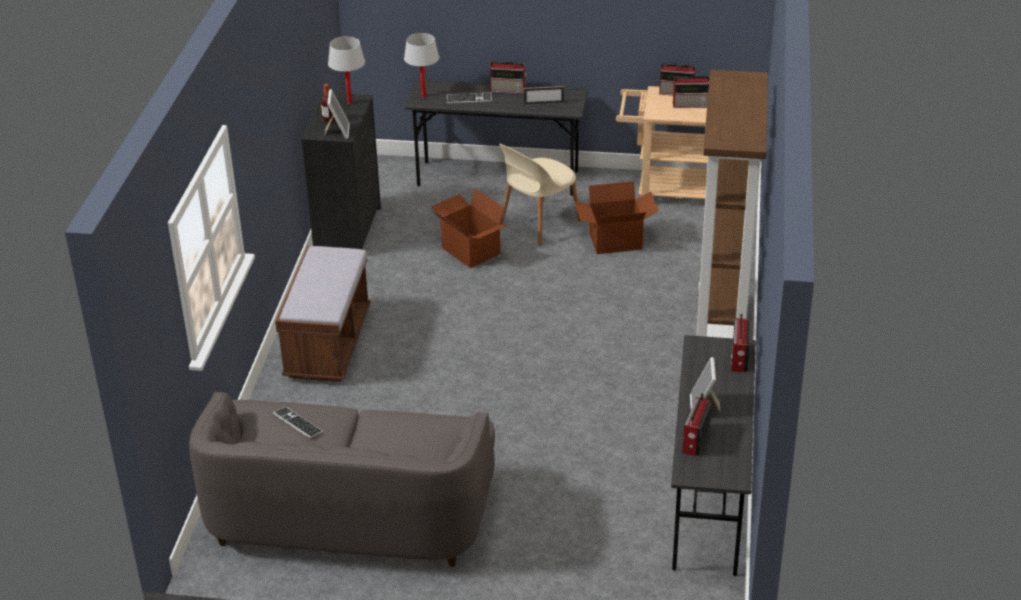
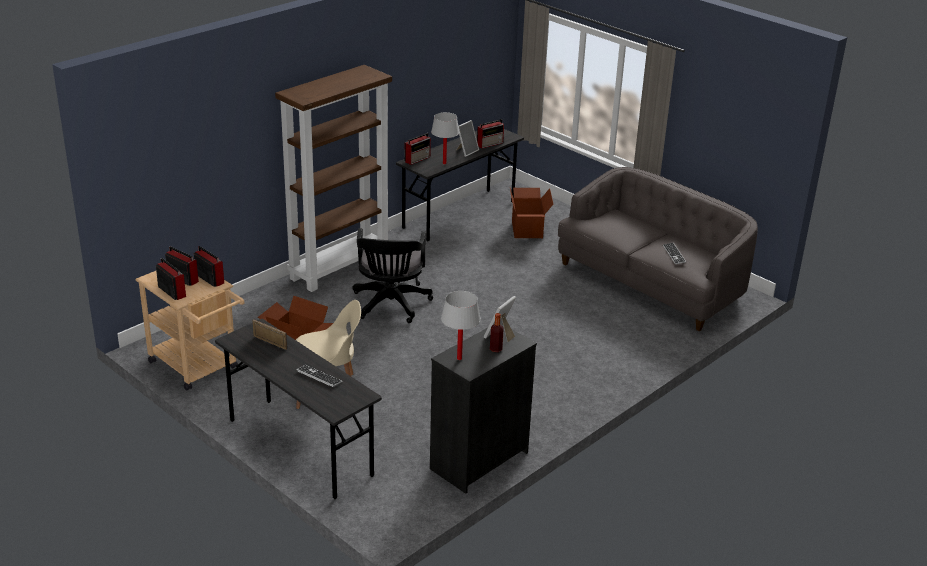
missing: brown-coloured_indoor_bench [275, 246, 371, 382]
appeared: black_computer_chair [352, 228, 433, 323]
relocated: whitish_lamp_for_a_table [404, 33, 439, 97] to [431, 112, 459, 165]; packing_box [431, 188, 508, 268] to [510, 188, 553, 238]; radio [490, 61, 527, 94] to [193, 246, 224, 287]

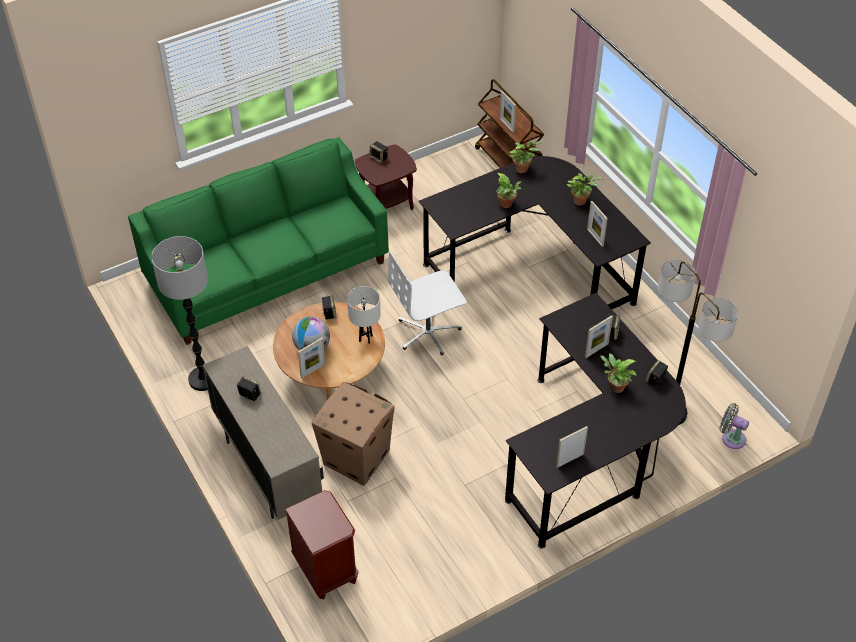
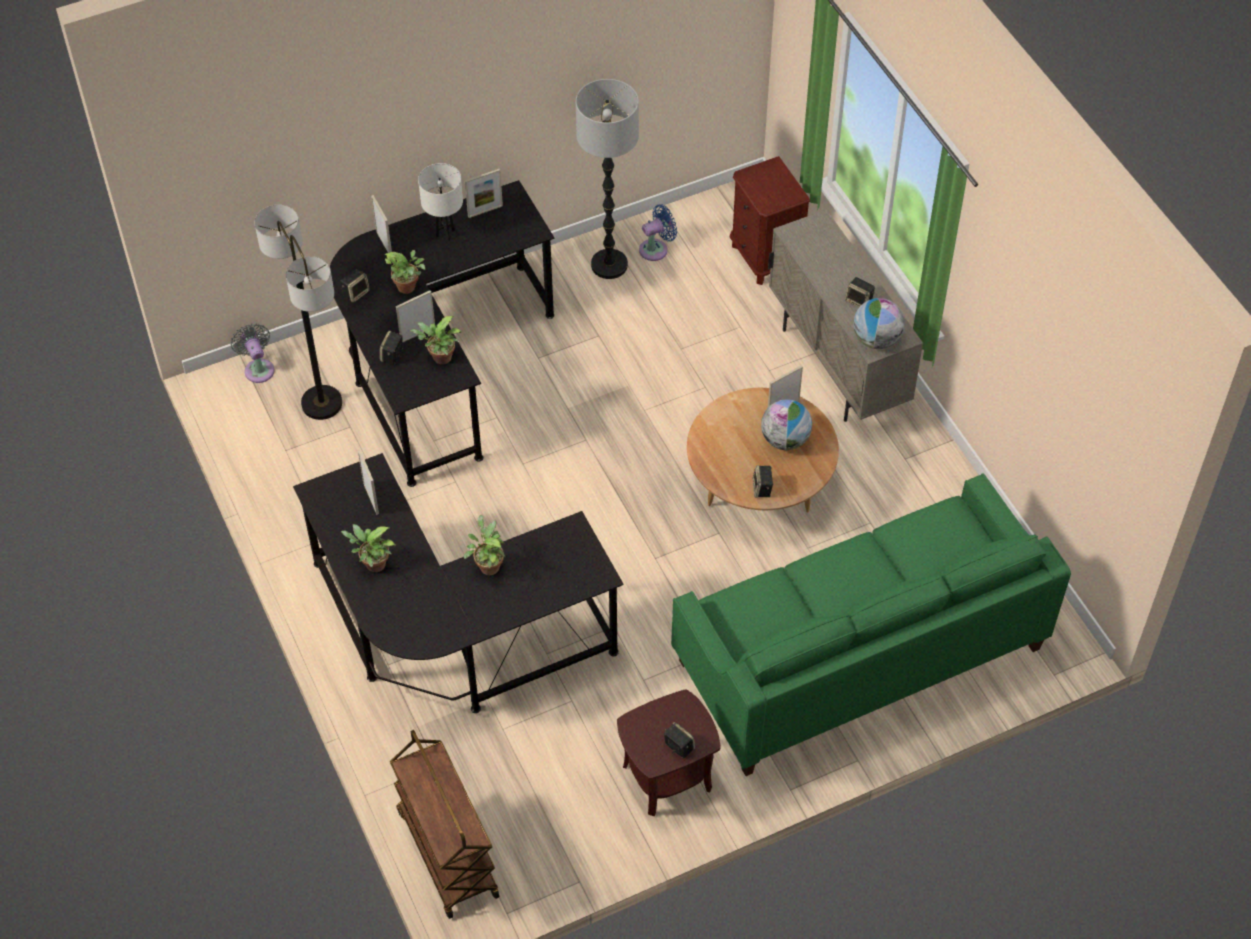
missing: packing_box [312, 382, 395, 486]; whitish_computer_chair [388, 251, 466, 355]
appeared: blue-coloured_electric_fan [639, 204, 677, 261]; desk_globe [853, 298, 905, 349]
relocated: standard_lamp [151, 236, 208, 391] to [576, 79, 639, 279]; whitish_lamp_for_a_table [347, 286, 381, 344] to [418, 163, 463, 241]; photo_frame [499, 91, 516, 132] to [371, 195, 392, 253]; potted_plant [509, 141, 542, 173] to [410, 316, 461, 364]
spun: grey_electric_fan [719, 403, 749, 449] = [231, 323, 275, 383] 150 degrees counterclockwise

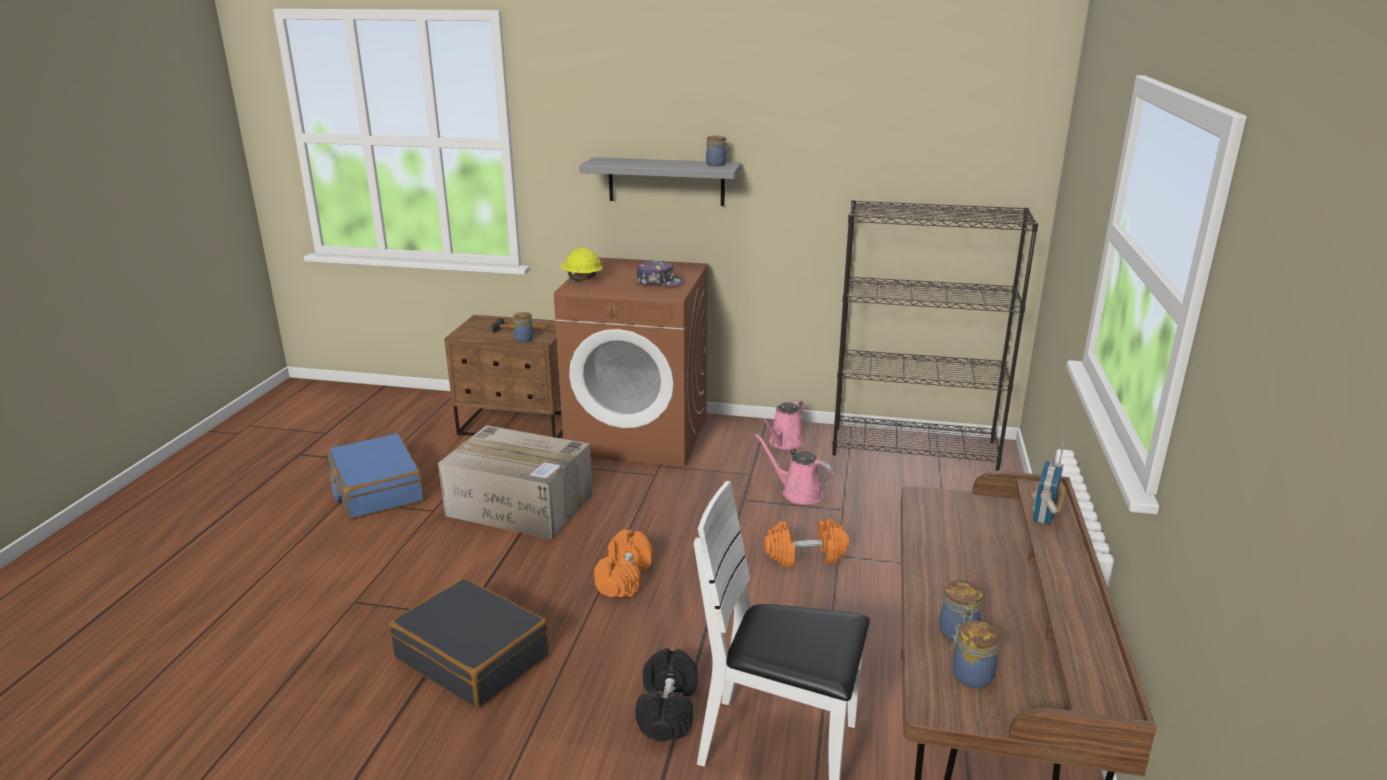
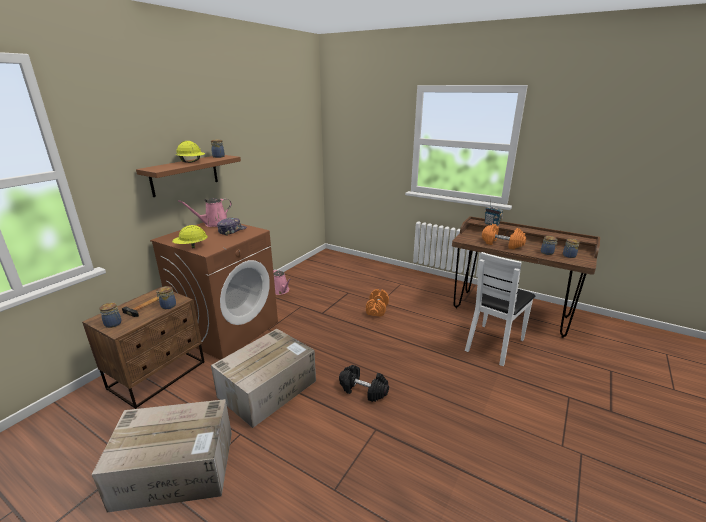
missing: black_suitcase [389, 578, 549, 708]; black_bookcase [832, 200, 1038, 471]
appeared: preserve_jar [99, 302, 121, 328]; yellow-coloured_safety_helmet [176, 141, 205, 163]
relocated: orange-coloured_dumbbell [594, 530, 653, 597] to [482, 224, 526, 249]; black_dumbbell [635, 648, 698, 742] to [339, 365, 389, 402]; pink-coloured_watering_can [755, 434, 833, 504] to [178, 198, 232, 227]
exchanged: blue-coloured_suitcase [327, 433, 425, 519] to packing_box [92, 399, 232, 513]
colour: grey_wall_shelf [579, 157, 741, 206] to brown-coloured_wall_shelf [136, 155, 241, 197]

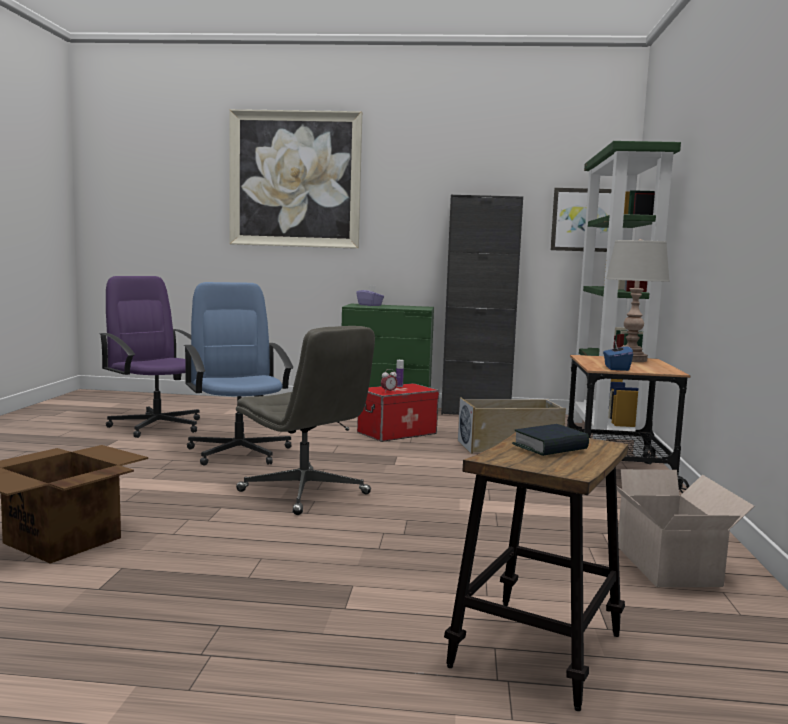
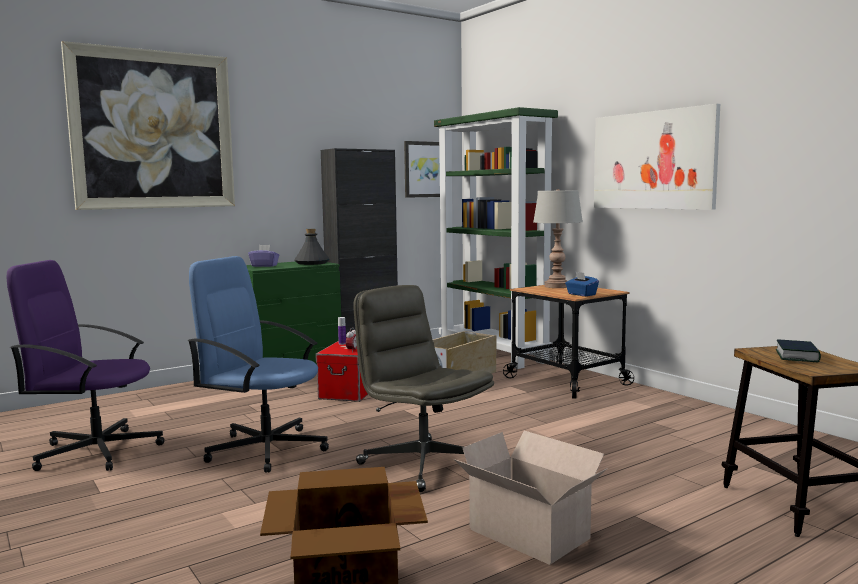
appeared: grey_beverage_bottle [294, 229, 329, 265]; wall_picture [594, 104, 720, 210]
relocated: packing_box [605, 469, 755, 587] to [454, 431, 608, 565]
spun: grey_computer_chair [236, 326, 375, 515] = [353, 285, 494, 492] 135 degrees counterclockwise

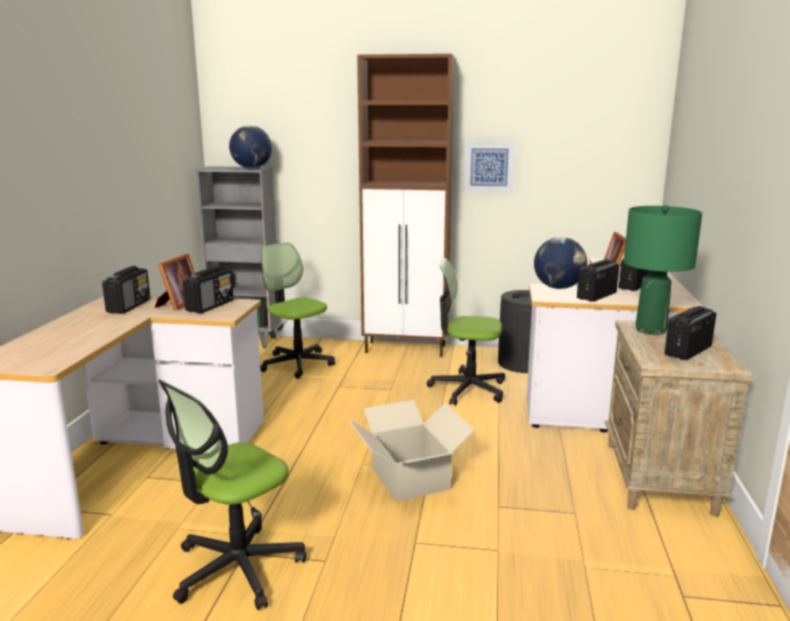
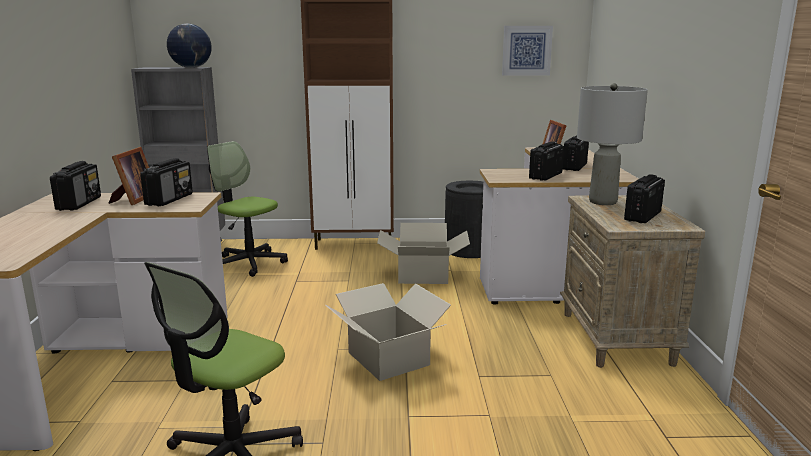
missing: desk_globe [534, 237, 587, 289]
relocated: wall_picture [463, 141, 516, 193] to [502, 26, 553, 75]
exchanged: computer_chair [427, 258, 505, 405] to packing_box [377, 223, 470, 284]
colour: green_lamp_for_a_table [624, 205, 702, 335] to grey_lamp_for_a_table [577, 83, 648, 205]

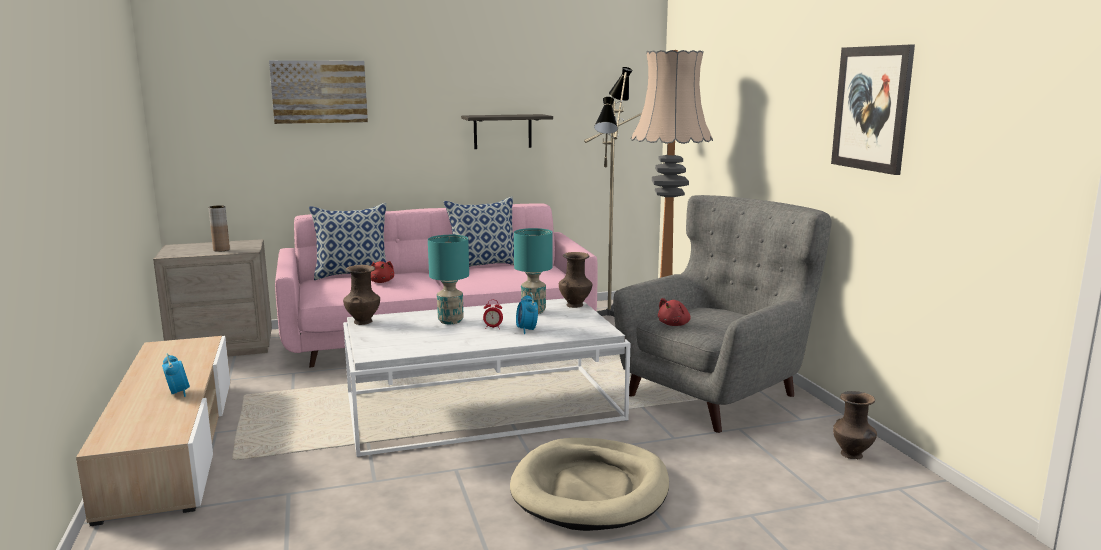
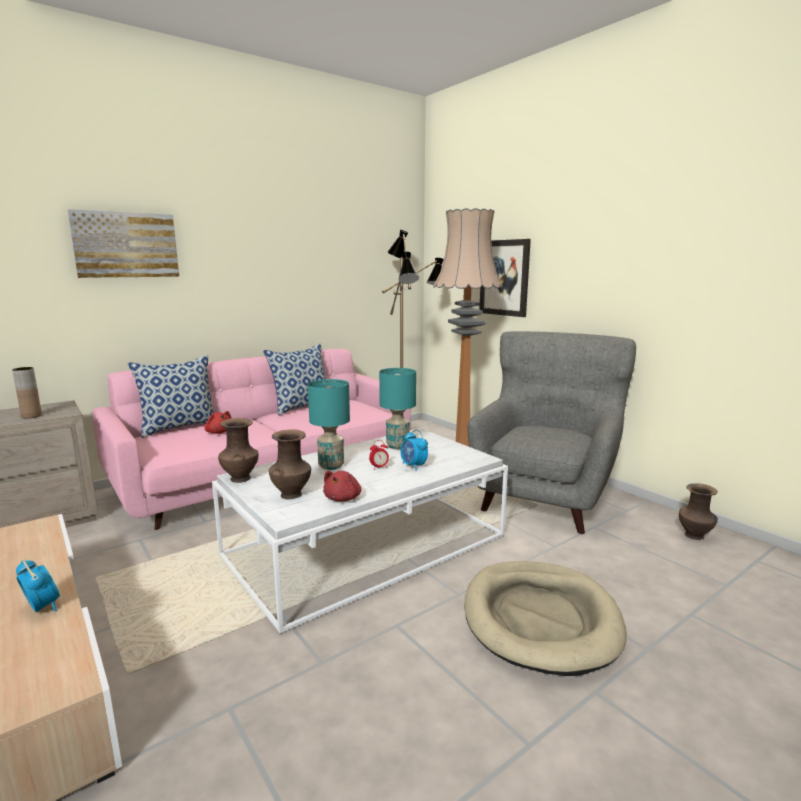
missing: wall_shelf [461, 114, 553, 149]
relocated: brown-coloured_vase [559, 252, 592, 308] to [269, 429, 311, 499]; reddish_soft_toy [658, 298, 691, 326] to [323, 471, 361, 502]; wall_picture [831, 45, 915, 175] to [479, 239, 531, 317]

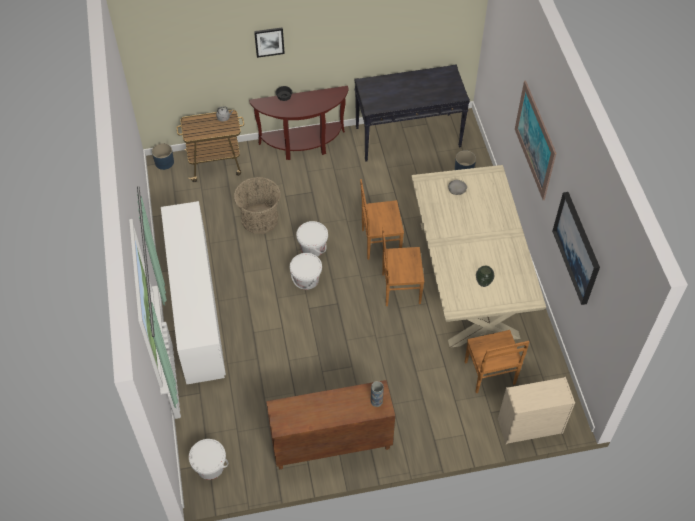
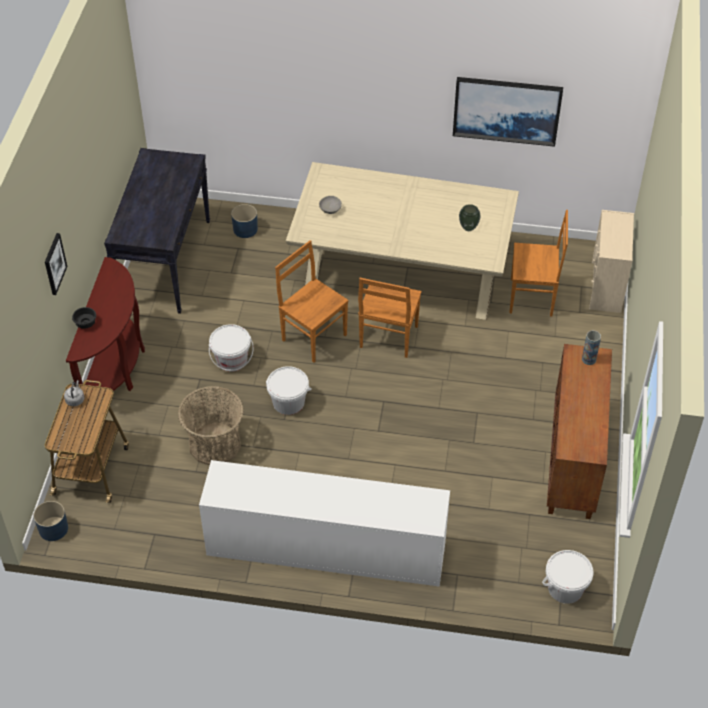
missing: wall_picture [515, 81, 557, 200]
relocated: whitish_pail [290, 253, 322, 290] to [209, 324, 254, 372]
spun: brown-coloured_chair [360, 179, 404, 260] = [275, 240, 349, 363] 120 degrees clockwise

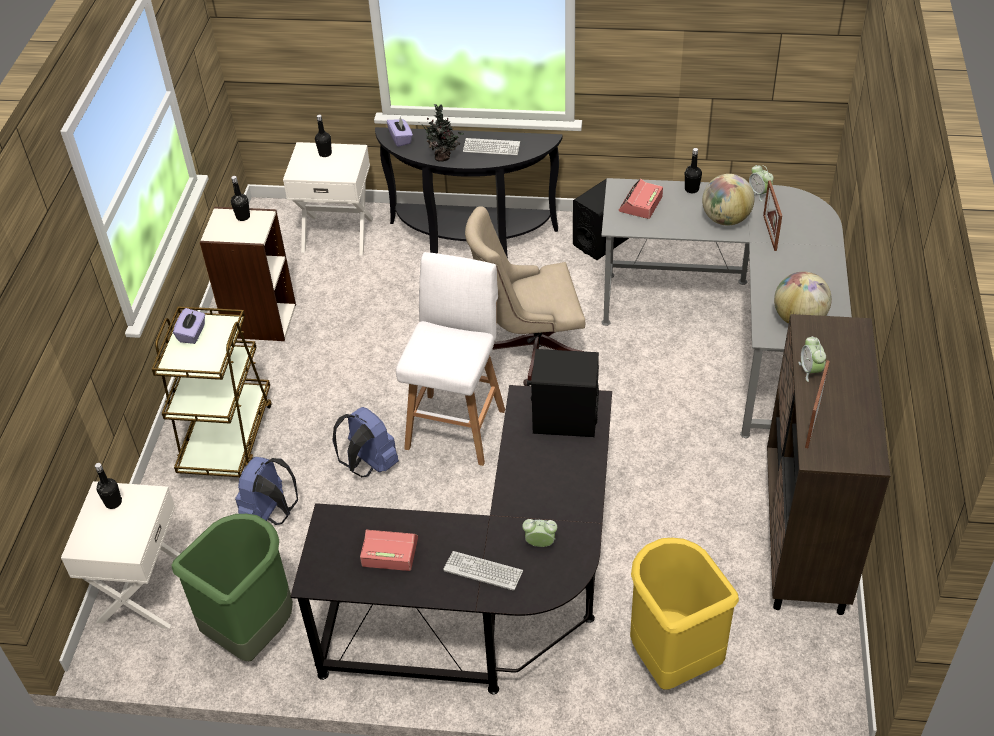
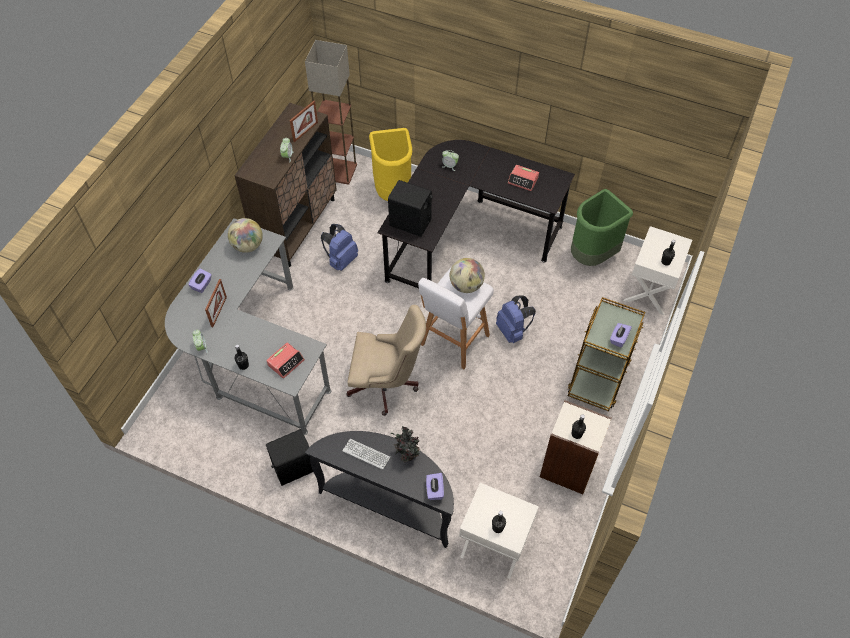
missing: PC_keyboard [443, 551, 523, 591]
appeared: purple-coloured_box_of_tissues [188, 268, 212, 293]; standard_lamp [305, 40, 357, 185]
relocated: blue-coloured_backpack [235, 457, 298, 525] to [321, 224, 358, 271]; desk_globe [702, 174, 754, 225] to [450, 258, 485, 293]

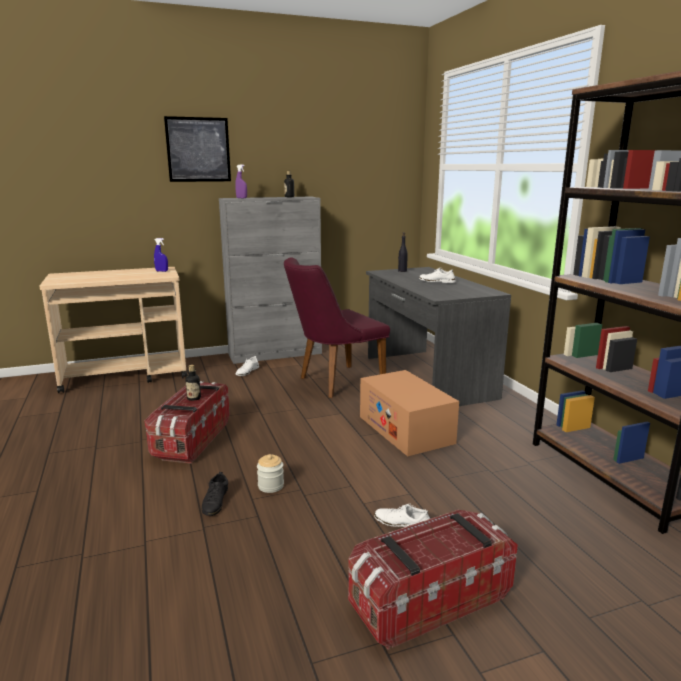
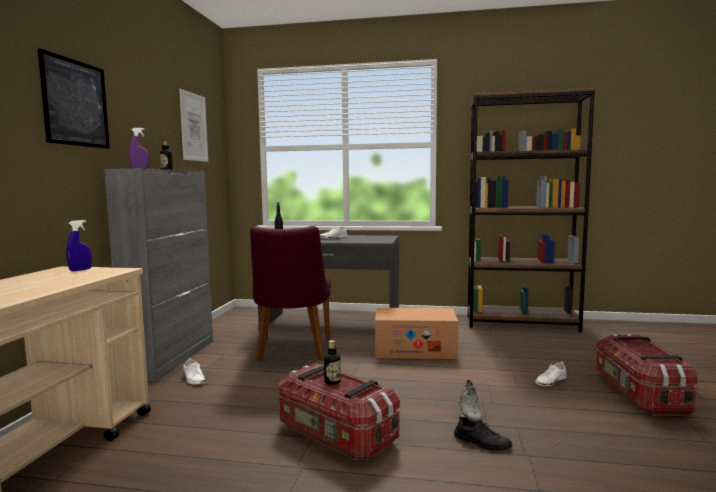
appeared: wall_picture [179, 89, 208, 162]
exchanged: preserve_jar [257, 454, 284, 493] to grey_shoe [459, 379, 482, 421]

